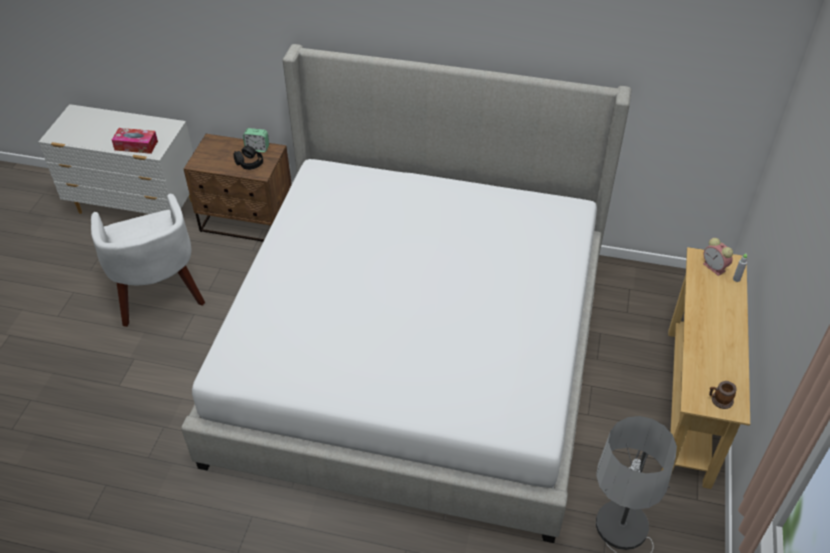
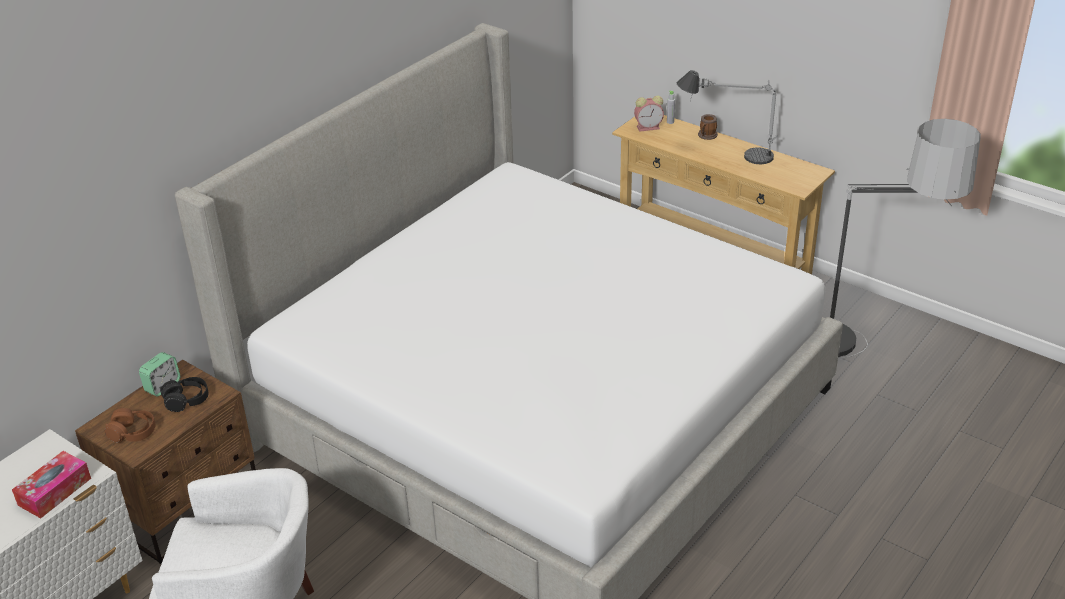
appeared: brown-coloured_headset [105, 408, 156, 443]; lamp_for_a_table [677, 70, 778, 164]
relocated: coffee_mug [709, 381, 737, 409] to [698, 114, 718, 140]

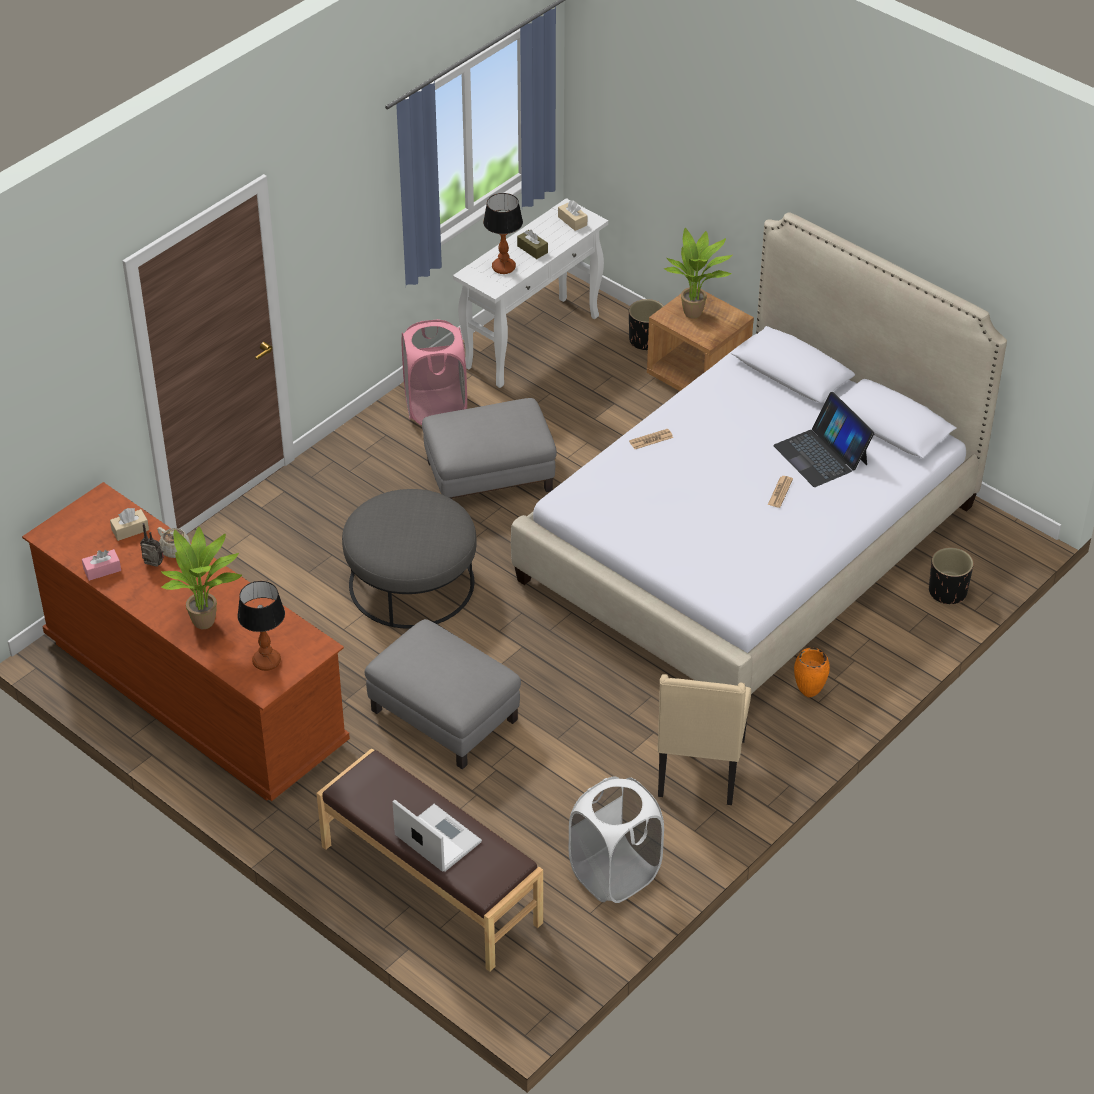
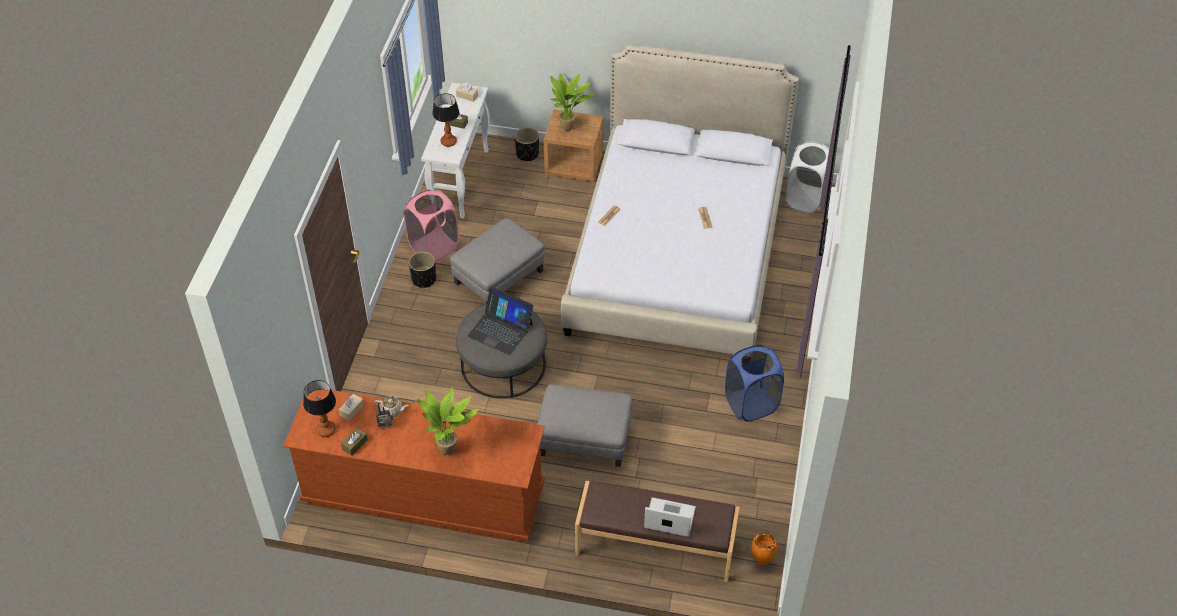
relocated: lamp_for_a_table [237, 581, 285, 671] to [303, 380, 336, 437]; whitish_laundry_basket [569, 776, 664, 903] to [785, 141, 829, 213]; notebook_computer [773, 392, 875, 487] to [468, 287, 534, 355]; orange-coloured_vase [794, 648, 830, 697] to [751, 533, 777, 565]; black_flower_pot [929, 547, 974, 604] to [408, 251, 436, 288]
exchanged: beige-coloured_chair [658, 674, 751, 805] to blue-coloured_laundry_basket [725, 345, 784, 421]
colour: pink-coloured_box_of_tissues [82, 549, 121, 581] to brown-coloured_box_of_tissues [341, 428, 368, 456]

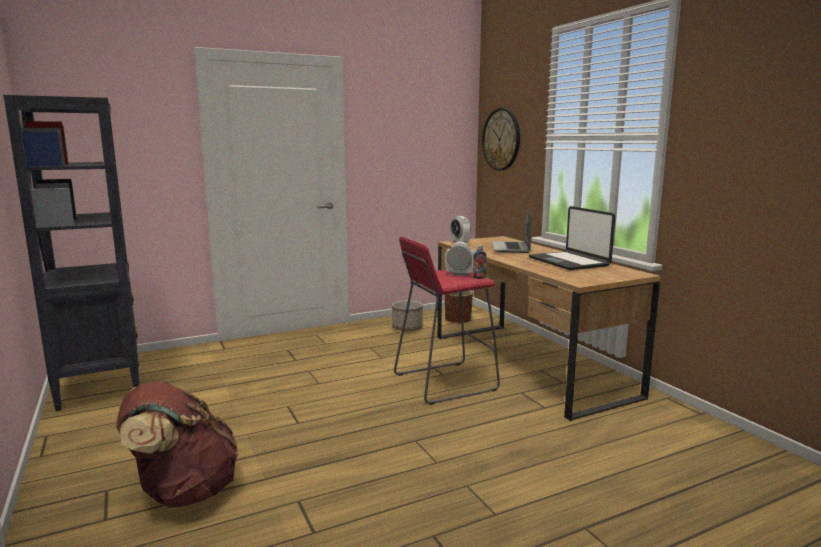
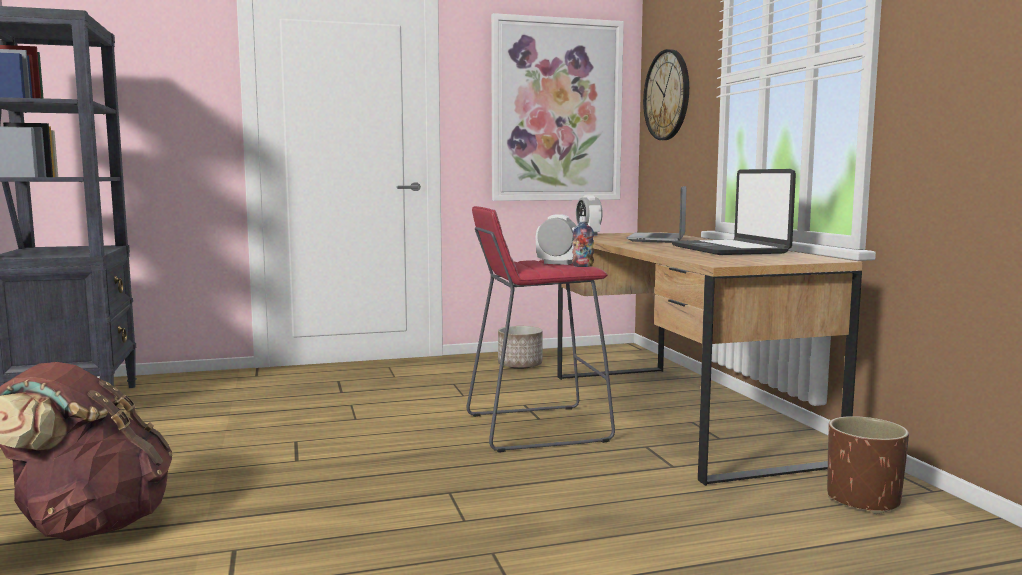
appeared: wall_picture [491, 13, 624, 201]
relocated: brown-coloured_flower_pot [445, 291, 473, 324] to [827, 416, 909, 514]

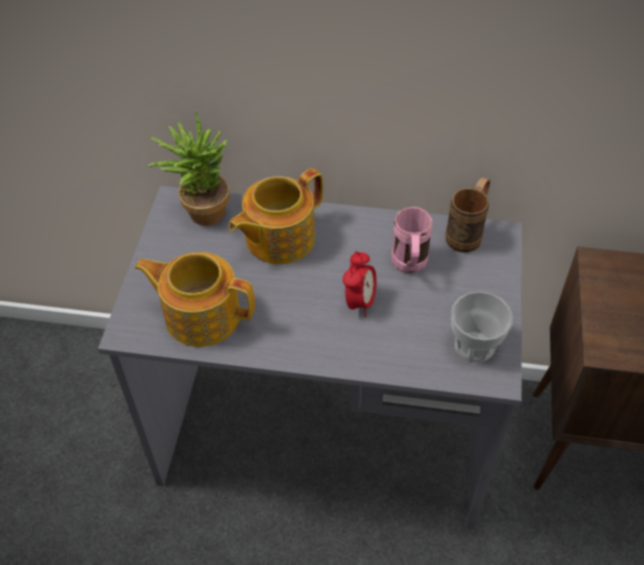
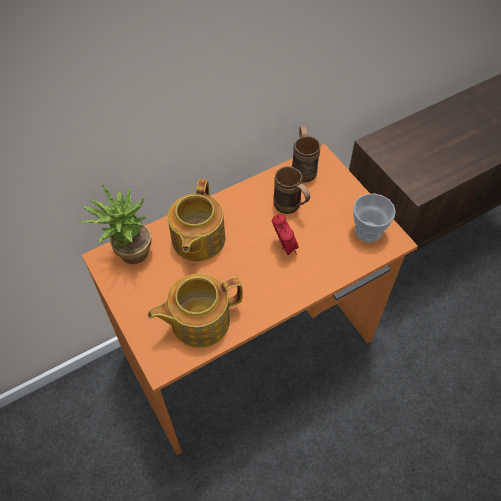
colour: grey_desk_unit [98, 186, 522, 530] to orange-coloured_desk_unit [82, 144, 418, 455]; pink-coloured_coffee_mug [391, 207, 433, 273] to brown-coloured_coffee_mug [273, 166, 310, 214]

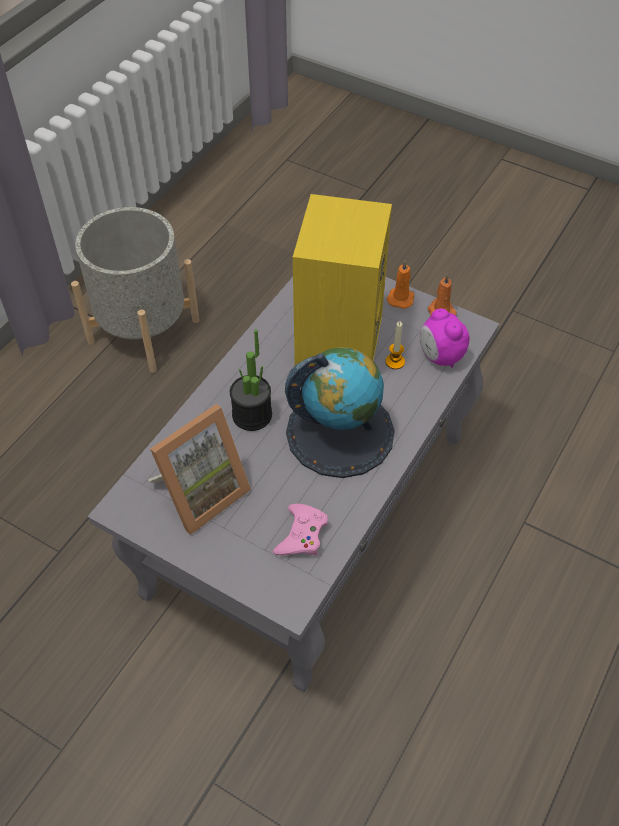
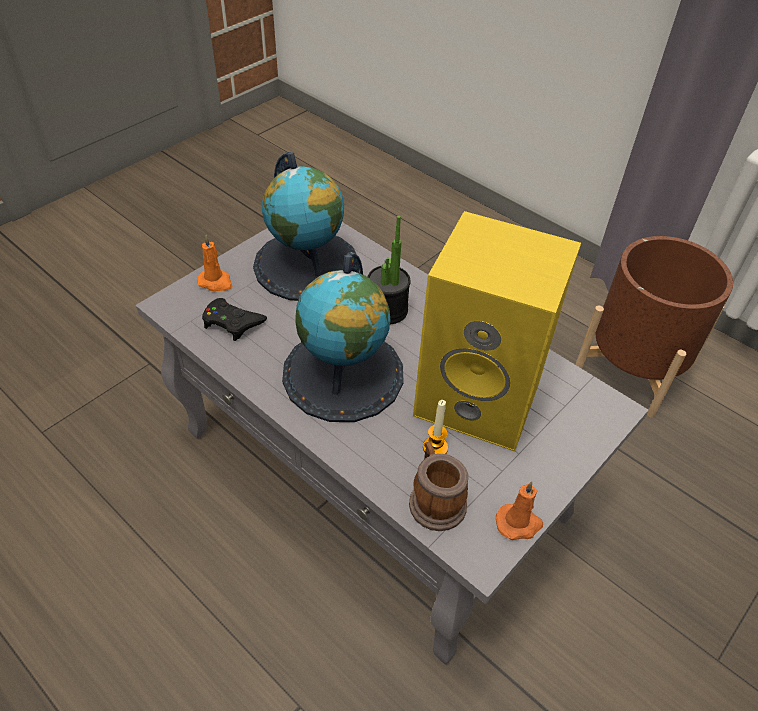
relocated: orange-coloured_wax_light [387, 260, 414, 309] to [197, 235, 232, 291]
exchanged: photo_frame [148, 404, 251, 535] to desk_globe [253, 152, 357, 301]; bedside_clock [419, 308, 469, 368] to coffee_mug [409, 442, 468, 531]
colour: grey_flower_pot [71, 207, 199, 373] to brown-coloured_flower_pot [575, 236, 733, 418]; pink-coloured_gamepad [273, 504, 328, 556] to black_gamepad [202, 298, 267, 341]

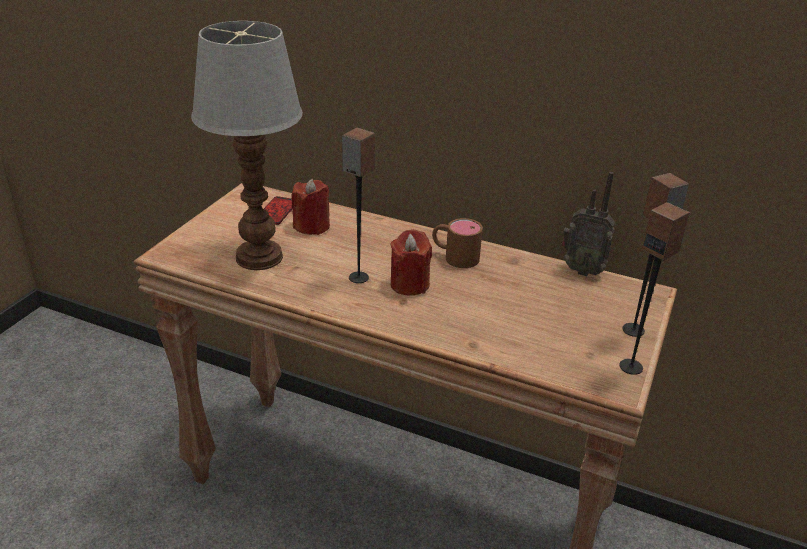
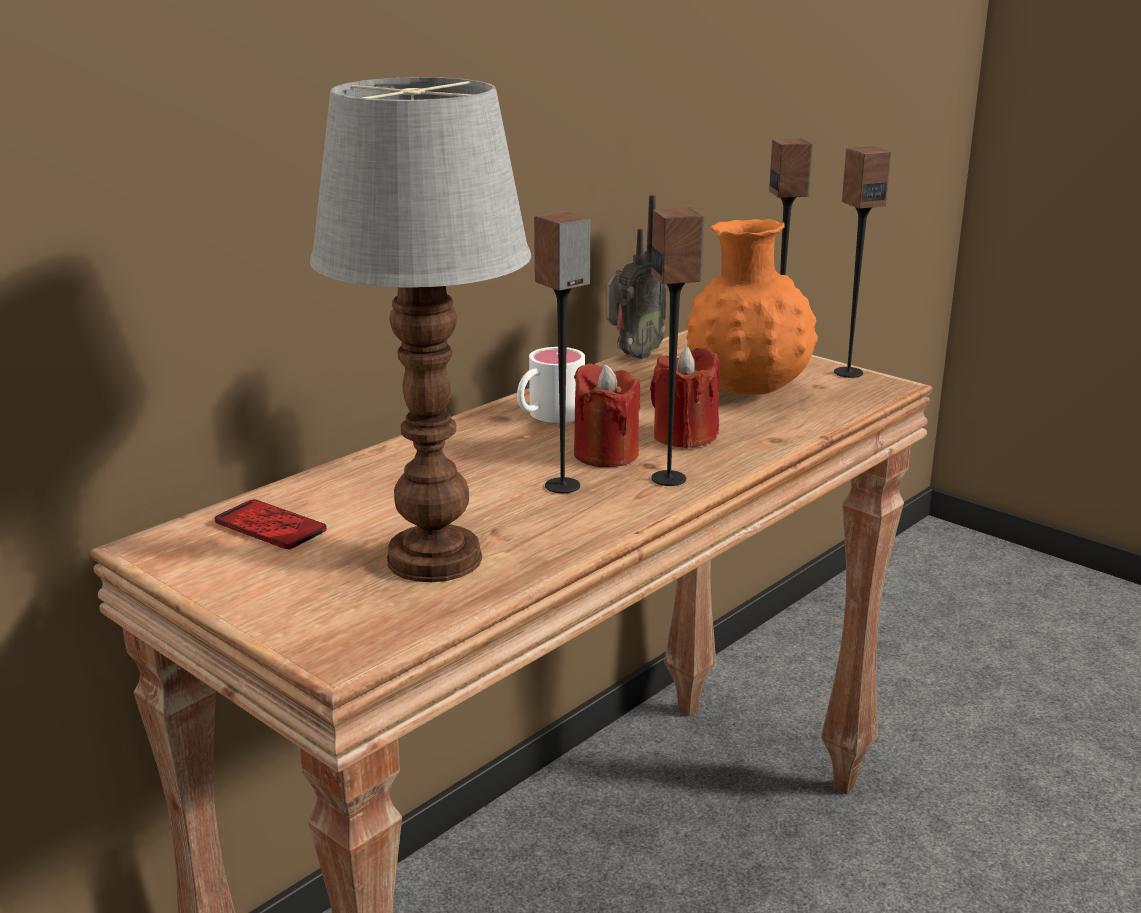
appeared: loudspeaker [651, 208, 704, 486]; orange-coloured_vase [686, 219, 818, 395]
relocated: reddish_wax_light [292, 179, 330, 235] to [650, 346, 720, 449]
colour: brown-coloured_coffee_mug [432, 218, 483, 268] to whitish_coffee_mug [517, 347, 585, 423]

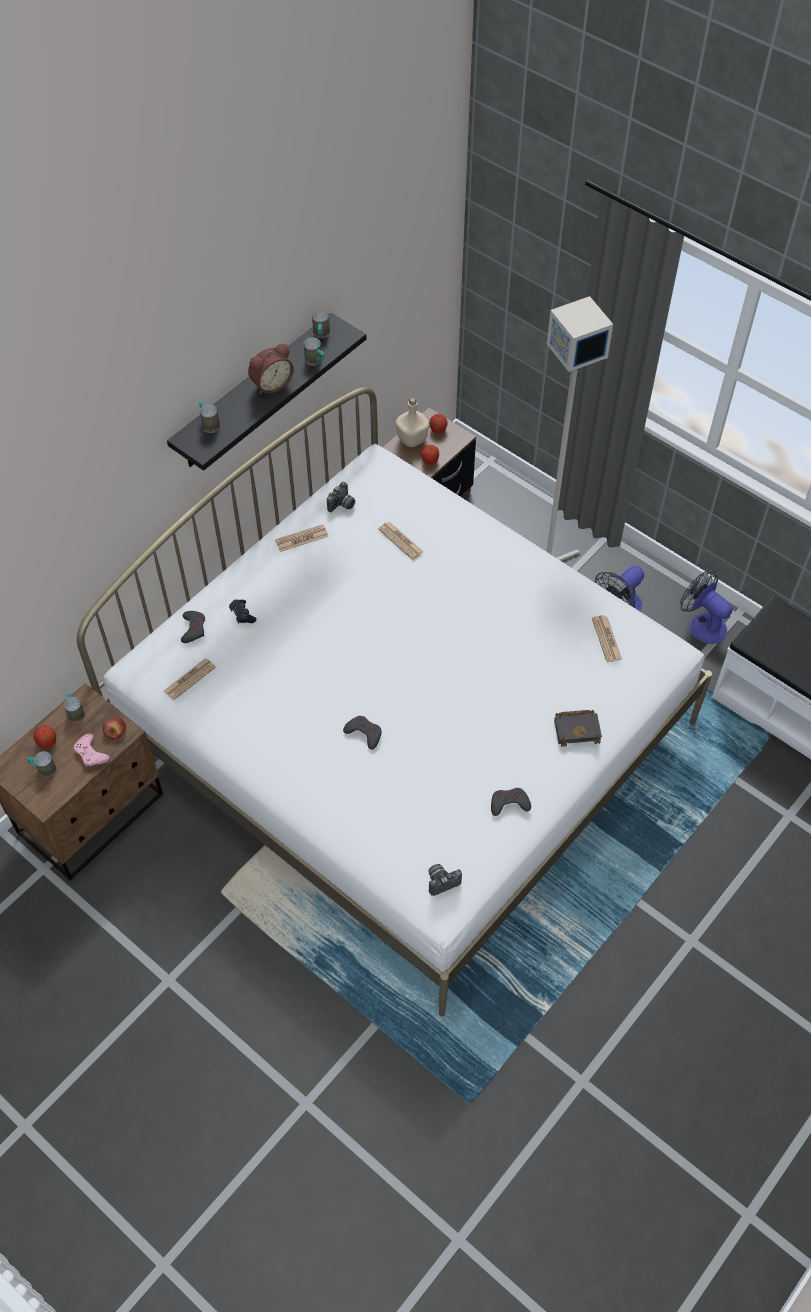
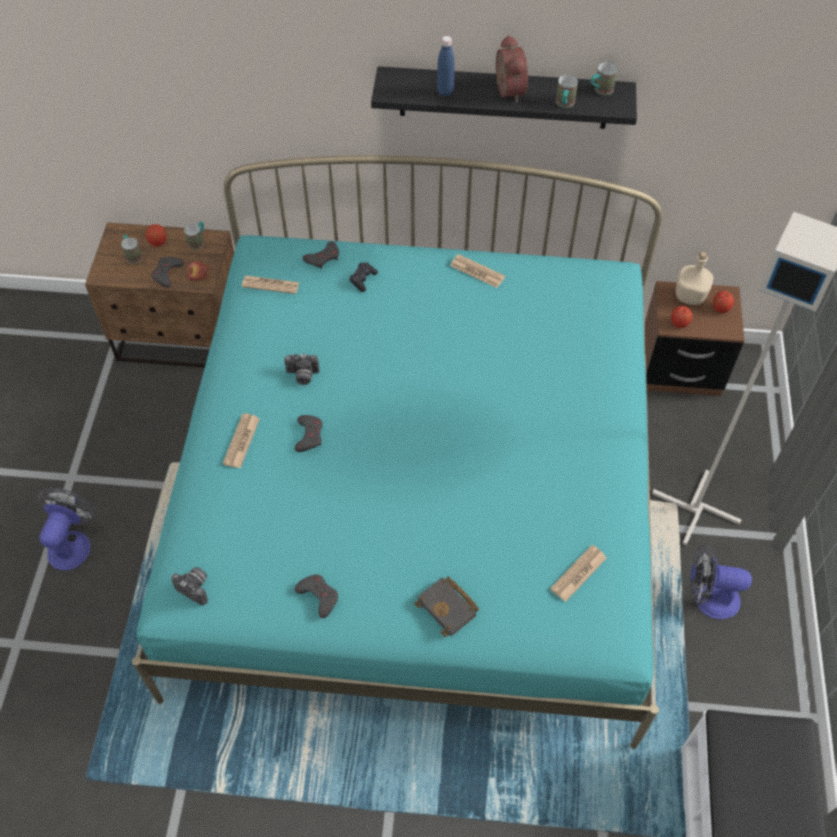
missing: coffee_mug [199, 402, 220, 433]
appeared: blue-coloured_beverage_bottle [437, 36, 455, 97]
relocated: photo_camera [327, 482, 355, 513] to [284, 354, 320, 385]; newspaper [378, 522, 423, 559] to [223, 413, 260, 468]; electric_fan [680, 570, 733, 644] to [38, 488, 95, 571]
colour: pink-coloured_gamepad [74, 734, 110, 767] to grey_gamepad [151, 257, 184, 288]; whitish_bed [77, 387, 712, 1017] to turquoise_bed [132, 155, 662, 749]
spun: bedside_clock [248, 344, 294, 394] = [496, 35, 528, 103] 120 degrees counterclockwise

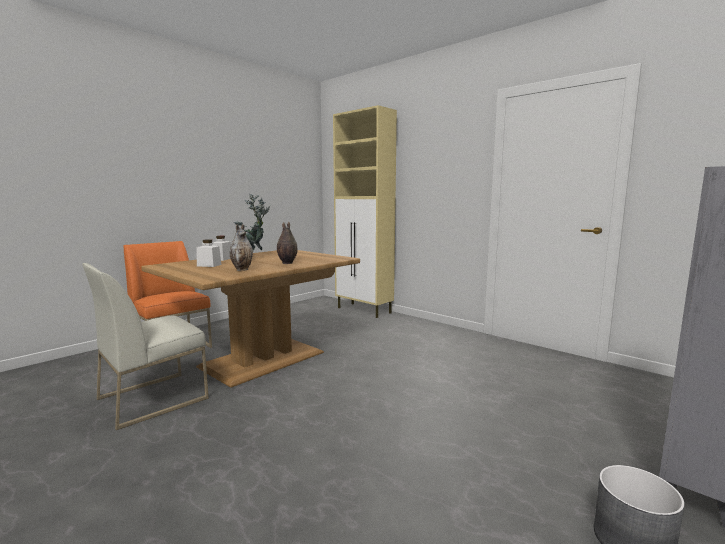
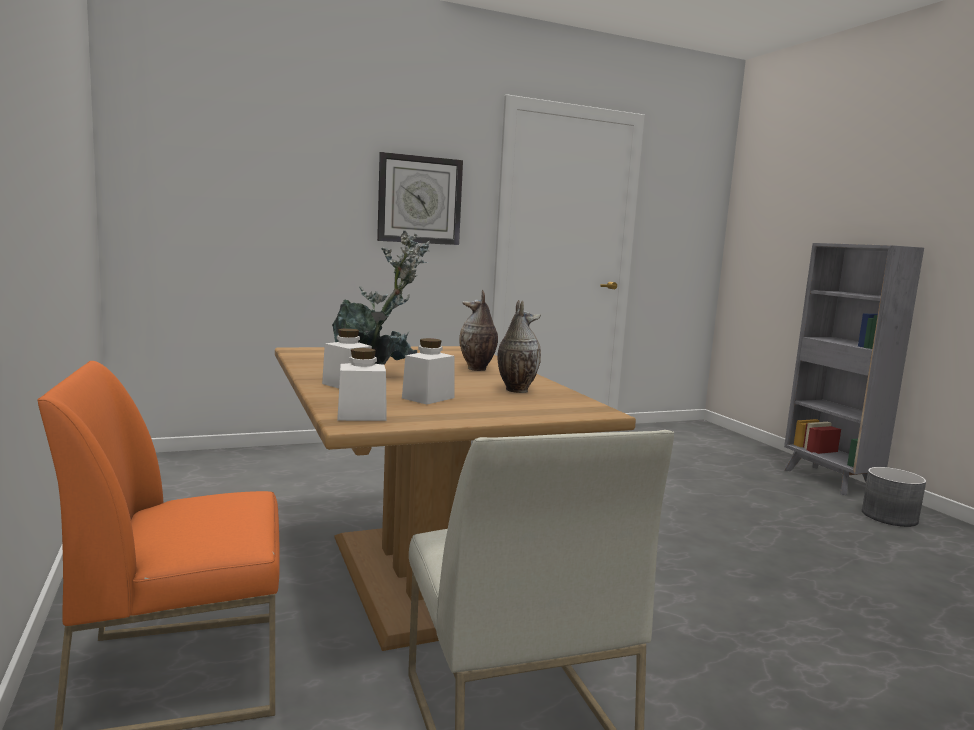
missing: beige-coloured_storage_cabinet [333, 105, 397, 318]
appeared: whitish_preserve_jar [337, 348, 387, 421]; clock_on_the_wall [377, 152, 463, 245]

